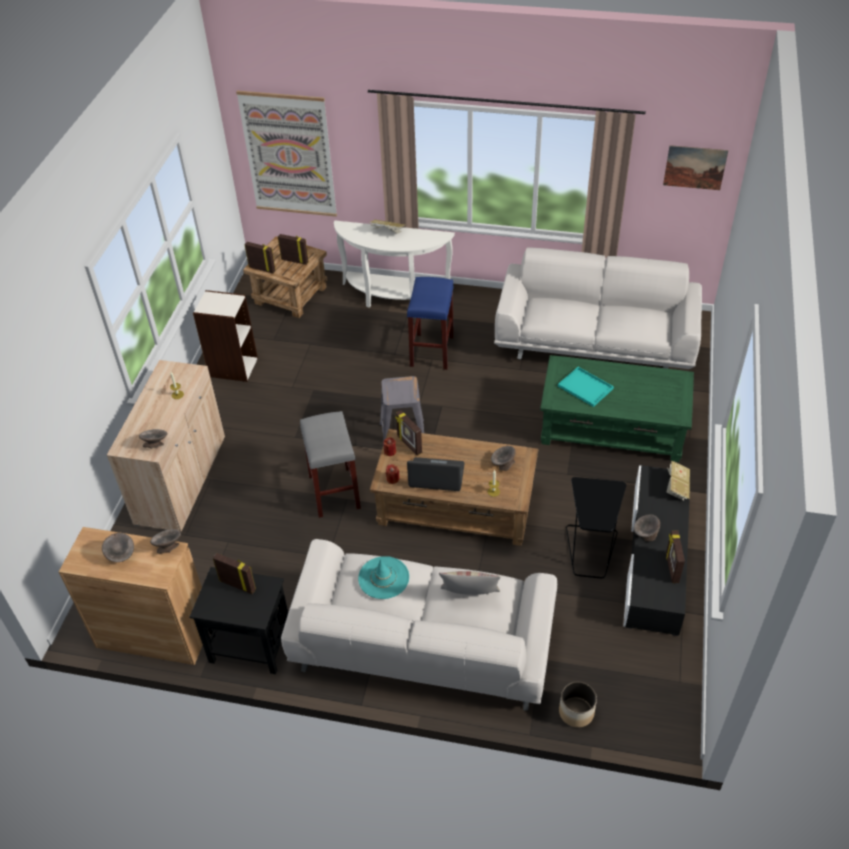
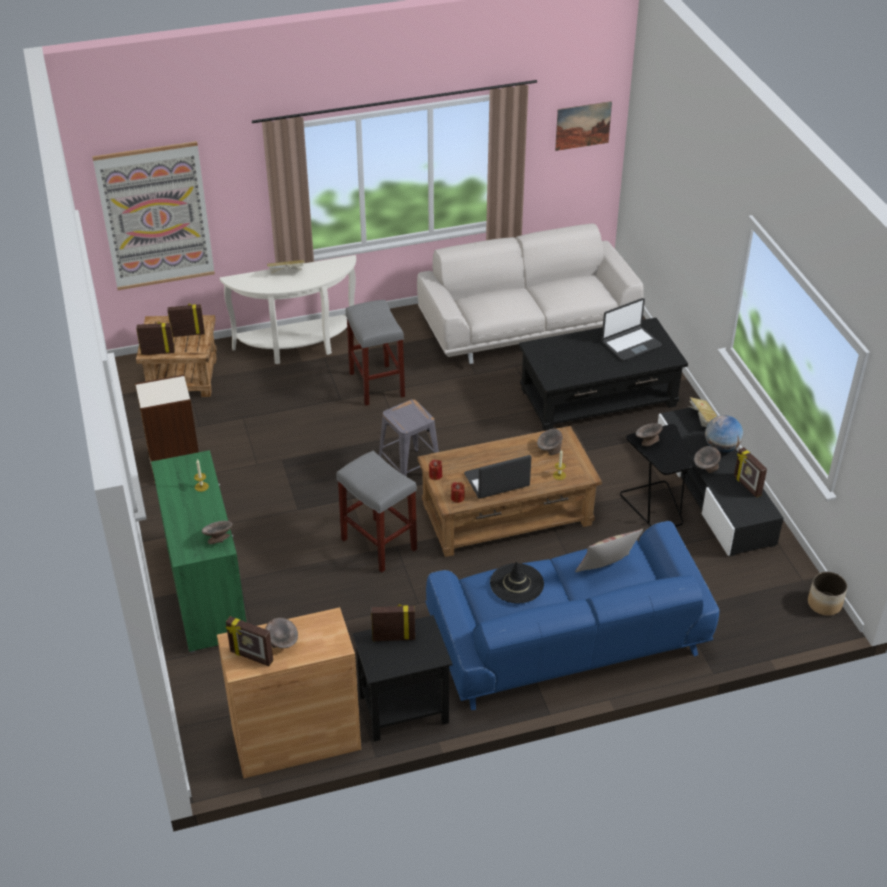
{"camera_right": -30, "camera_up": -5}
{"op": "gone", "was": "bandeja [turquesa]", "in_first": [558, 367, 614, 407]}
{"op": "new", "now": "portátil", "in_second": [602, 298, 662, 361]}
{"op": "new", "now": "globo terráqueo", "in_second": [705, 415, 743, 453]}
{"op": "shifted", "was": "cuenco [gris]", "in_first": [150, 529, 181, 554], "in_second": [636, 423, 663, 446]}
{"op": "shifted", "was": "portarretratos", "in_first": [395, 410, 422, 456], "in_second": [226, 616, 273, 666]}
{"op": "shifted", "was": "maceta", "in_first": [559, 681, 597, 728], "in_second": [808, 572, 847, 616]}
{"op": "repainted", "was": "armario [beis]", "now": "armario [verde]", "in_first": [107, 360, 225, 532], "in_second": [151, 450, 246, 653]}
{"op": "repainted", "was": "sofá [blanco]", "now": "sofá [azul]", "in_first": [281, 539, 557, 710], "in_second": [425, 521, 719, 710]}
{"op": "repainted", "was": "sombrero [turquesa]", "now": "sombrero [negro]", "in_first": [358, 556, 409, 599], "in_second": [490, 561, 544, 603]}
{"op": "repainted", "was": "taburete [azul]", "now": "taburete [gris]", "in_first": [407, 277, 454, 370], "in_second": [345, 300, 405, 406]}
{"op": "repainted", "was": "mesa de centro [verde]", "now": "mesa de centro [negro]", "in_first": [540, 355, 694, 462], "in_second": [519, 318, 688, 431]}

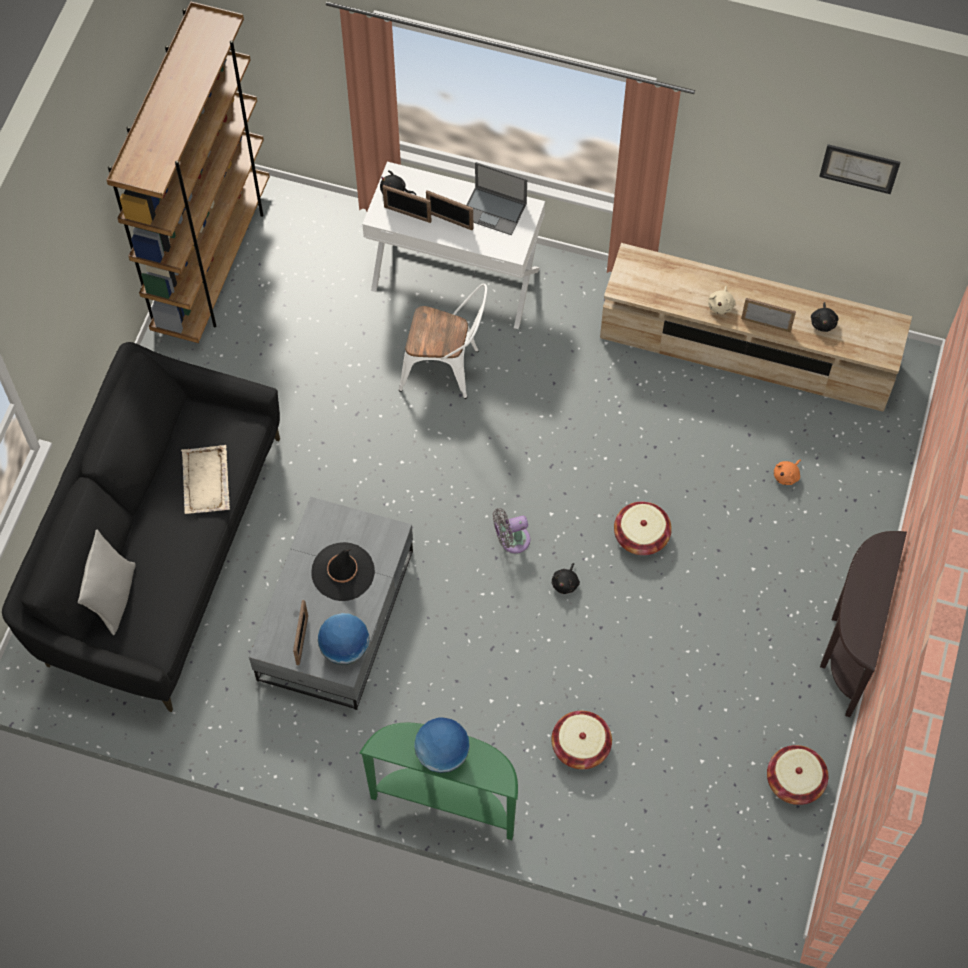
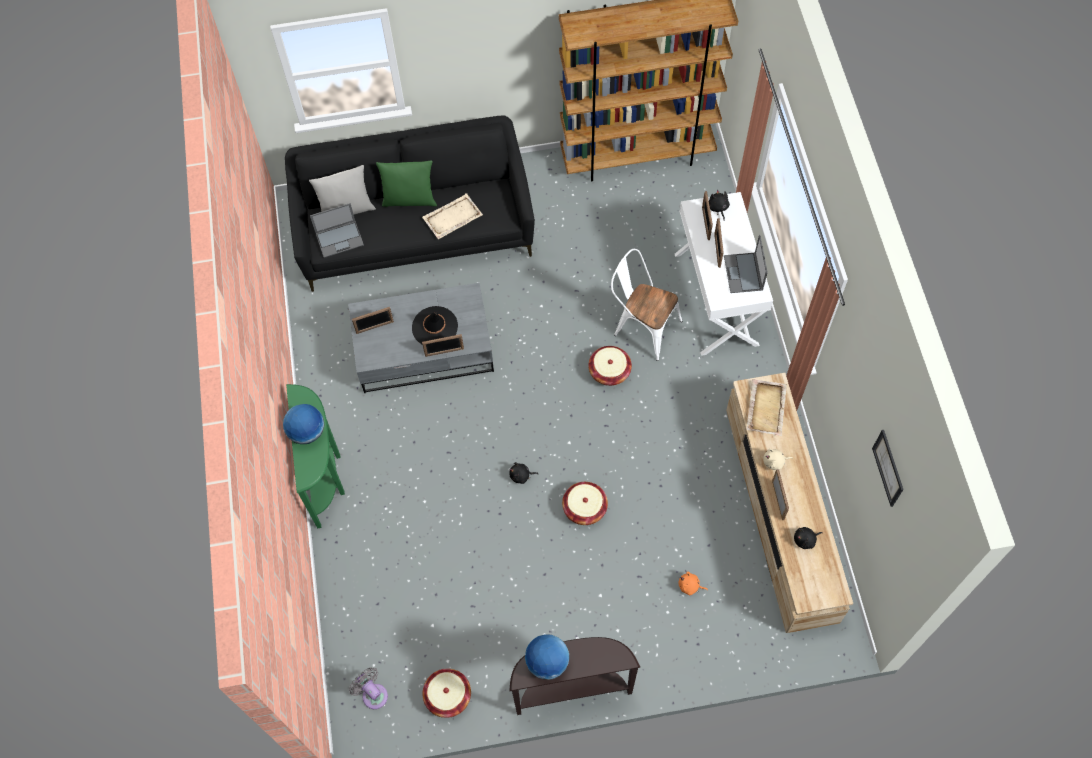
{"camera_right": 65, "camera_up": 0}
{"op": "new", "now": "portátil", "in_second": [310, 203, 364, 258]}
{"op": "new", "now": "cojín [verde]", "in_second": [376, 160, 437, 207]}
{"op": "new", "now": "portarretratos", "in_second": [422, 334, 464, 357]}
{"op": "new", "now": "bandeja [beis]", "in_second": [746, 379, 787, 436]}
{"op": "shifted", "was": "globo terráqueo", "in_first": [318, 613, 369, 665], "in_second": [525, 634, 569, 680]}
{"op": "shifted", "was": "ventilador [gris]", "in_first": [493, 508, 530, 553], "in_second": [349, 667, 388, 709]}
{"op": "shifted", "was": "cesta", "in_first": [551, 711, 612, 769], "in_second": [588, 346, 632, 386]}
{"op": "rotated", "was": "silla [blanco]", "in_first": [399, 283, 487, 399], "in_second": [611, 249, 682, 361], "clockwise": 135}

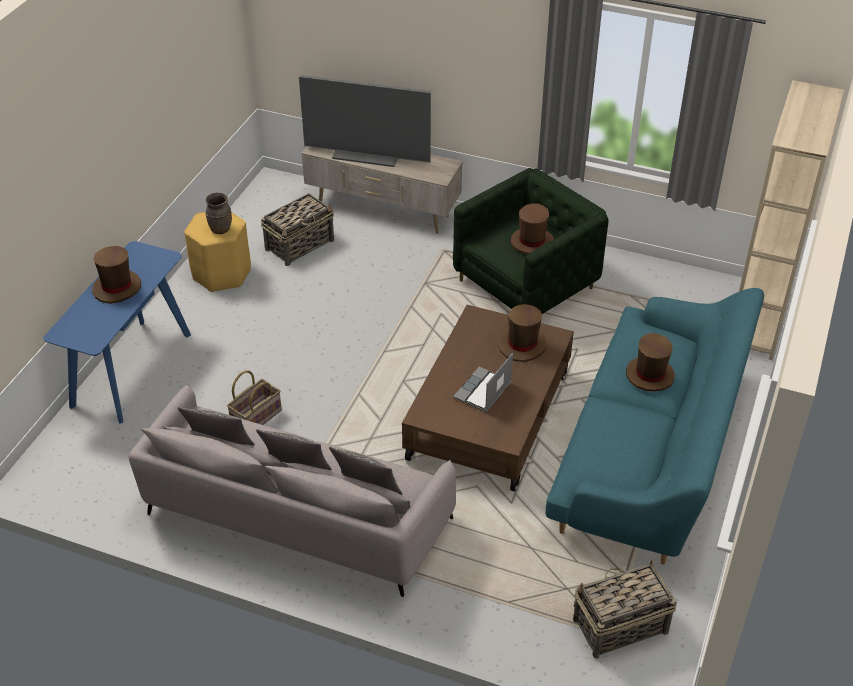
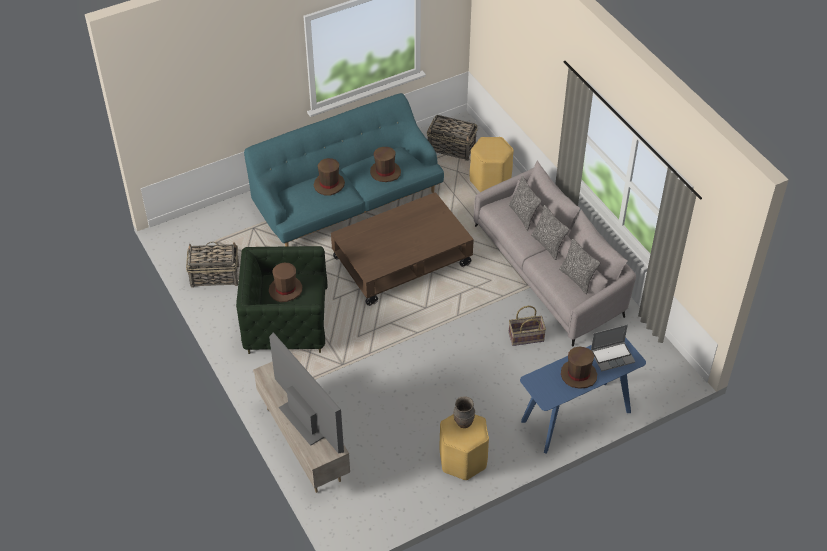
{"camera_right": -140, "camera_up": 5}
{"op": "gone", "was": "estantería [beis]", "in_first": [739, 80, 844, 360]}
{"op": "new", "now": "taburete [amarillo]", "in_second": [470, 137, 514, 192]}
{"op": "shifted", "was": "cesta", "in_first": [261, 193, 334, 266], "in_second": [186, 241, 239, 288]}
{"op": "shifted", "was": "portátil", "in_first": [453, 353, 513, 412], "in_second": [591, 325, 635, 371]}
{"op": "shifted", "was": "sombrero [marrón]", "in_first": [498, 304, 547, 362], "in_second": [370, 147, 401, 182]}

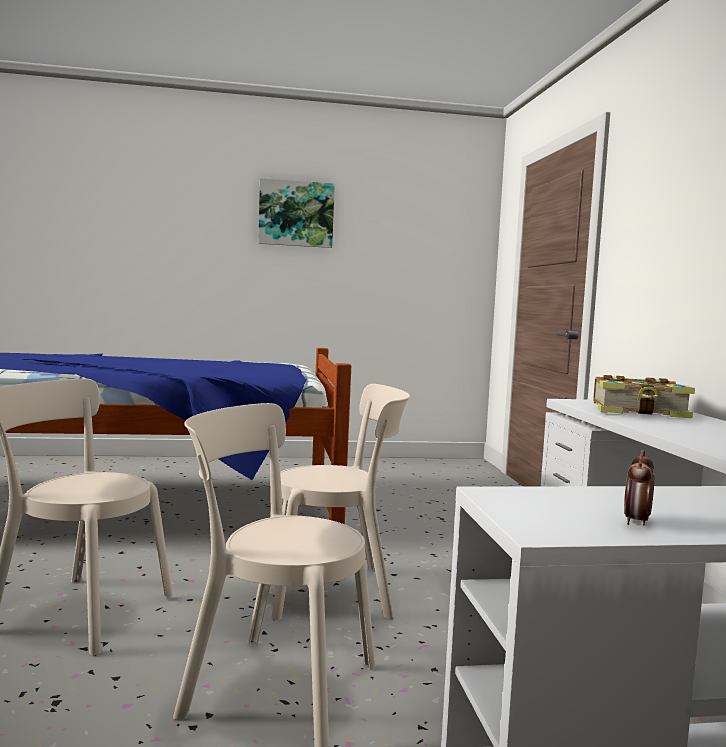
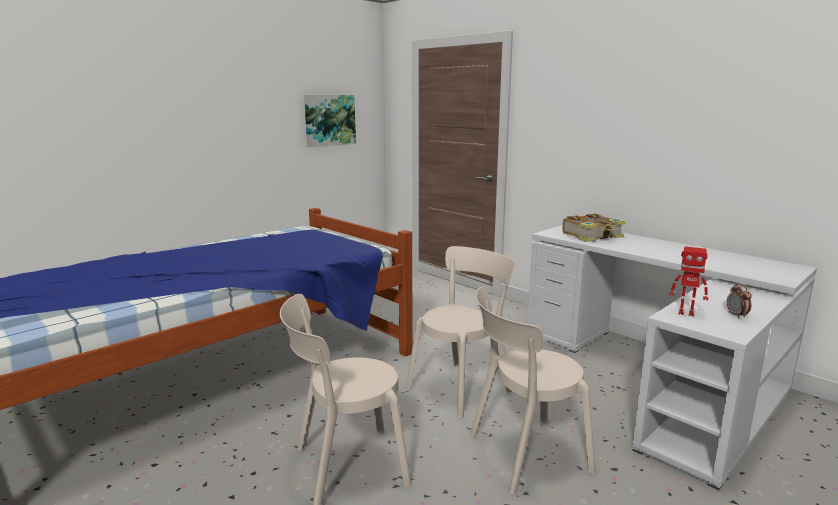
{"camera_right": -35, "camera_up": 10}
{"op": "new", "now": "robot de juguete", "in_second": [670, 246, 708, 317]}
{"op": "shifted", "was": "cuadro", "in_first": [258, 178, 335, 248], "in_second": [304, 95, 356, 147]}

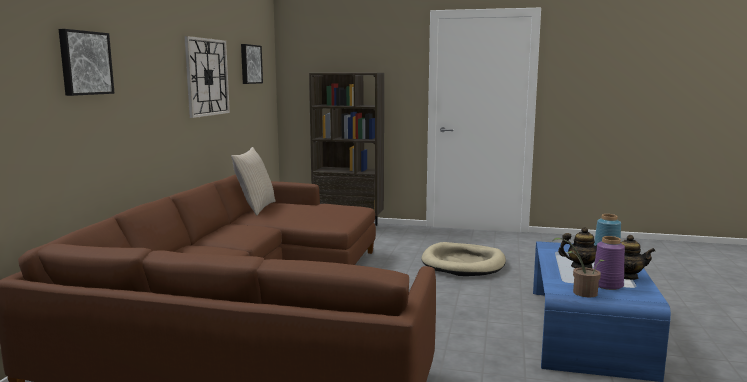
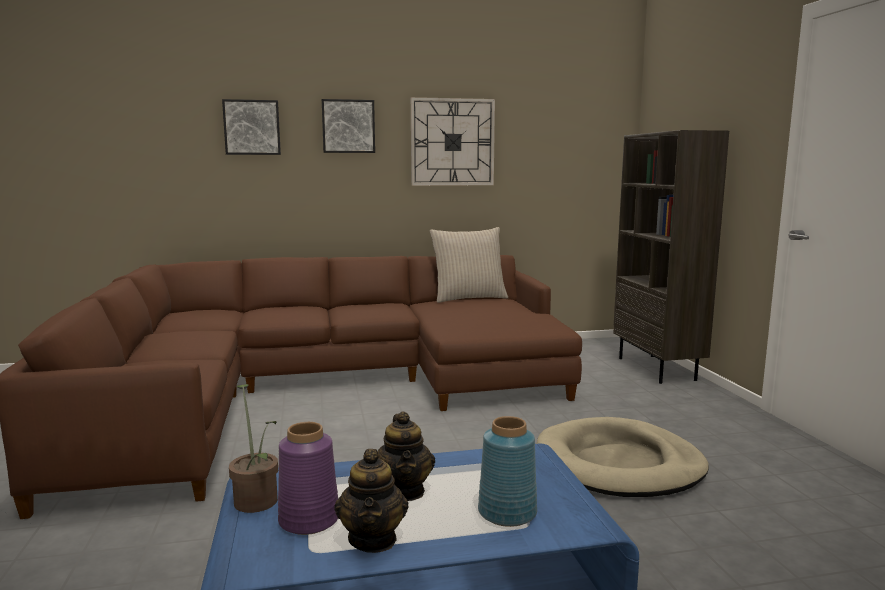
{"camera_right": 65, "camera_up": 0}
{"op": "shifted", "was": "cuadro", "in_first": [241, 44, 263, 84], "in_second": [322, 99, 375, 153]}

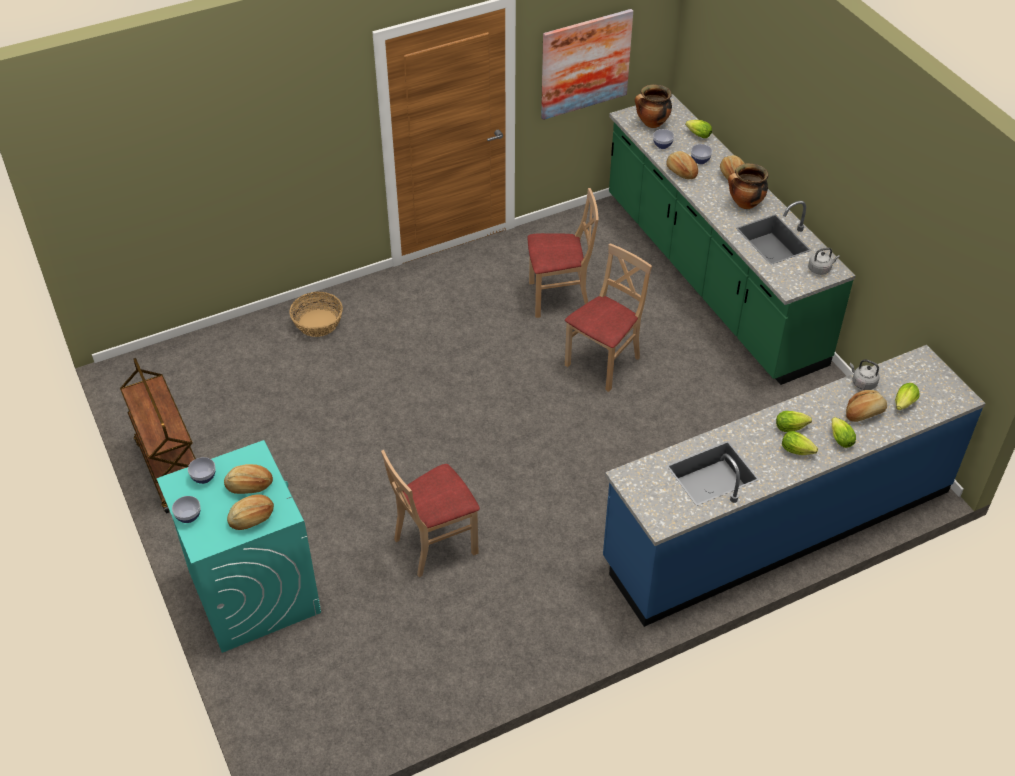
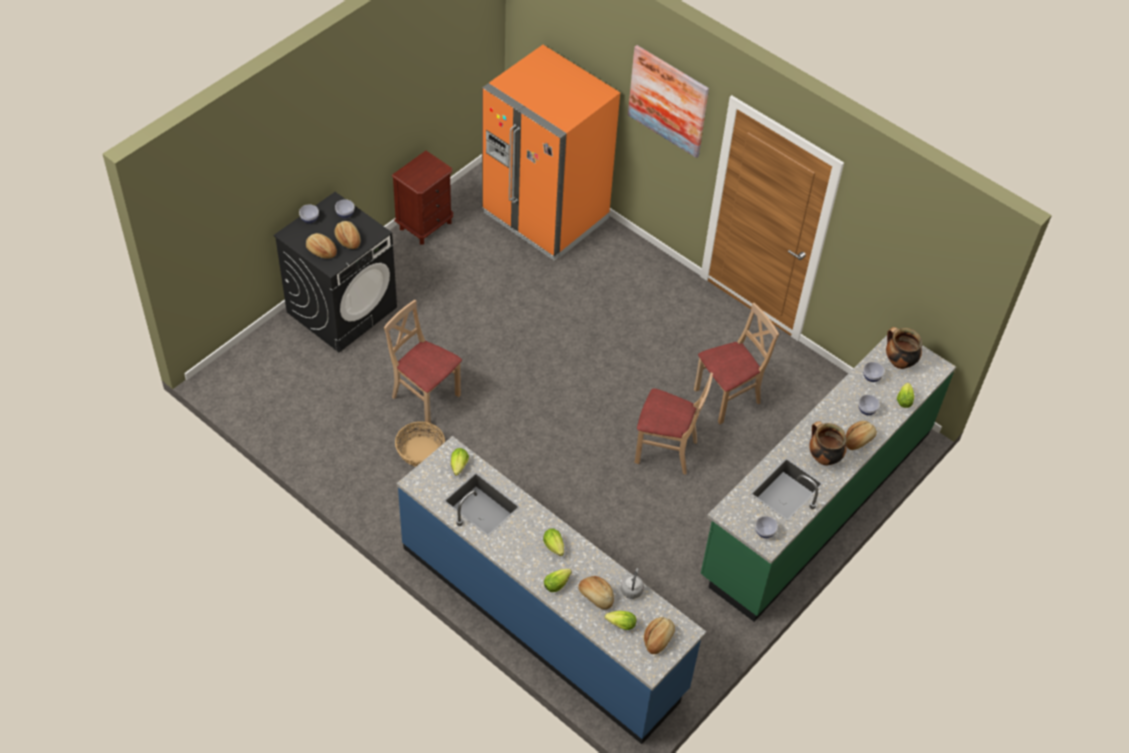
{"camera_right": 65, "camera_up": 5}
{"op": "new", "now": "nevera [naranja]", "in_second": [482, 45, 620, 261]}
{"op": "shifted", "was": "cesta", "in_first": [289, 292, 343, 337], "in_second": [395, 421, 445, 467]}
{"op": "shifted", "was": "cuadro", "in_first": [541, 9, 633, 120], "in_second": [628, 45, 709, 158]}
{"op": "shifted", "was": "pan", "in_first": [666, 151, 698, 179], "in_second": [644, 617, 675, 654]}
{"op": "shifted", "was": "lechuga", "in_first": [782, 431, 818, 455], "in_second": [451, 448, 469, 476]}
{"op": "swapped", "was": "carrito [marrón]", "now": "mesita de noche [marrón]", "in_first": [120, 358, 196, 514], "in_second": [392, 151, 453, 245]}
{"op": "swapped", "was": "hervidor [gris]", "now": "cuenco", "in_first": [808, 248, 840, 275], "in_second": [755, 516, 778, 538]}
{"op": "repainted", "was": "lavadora [turquesa]", "now": "lavadora [negro]", "in_first": [156, 440, 321, 653], "in_second": [273, 192, 397, 352]}
{"op": "rotated", "was": "silla [beis]", "in_first": [527, 188, 599, 318], "in_second": [694, 303, 779, 424], "clockwise": -90}

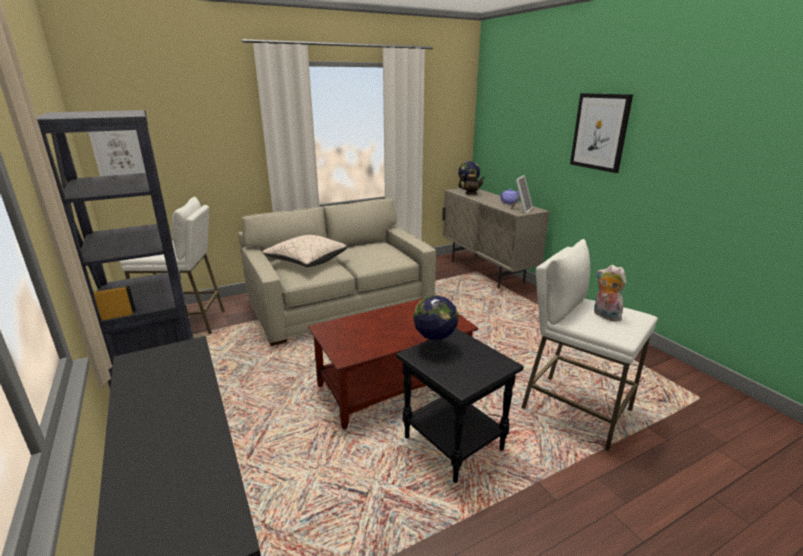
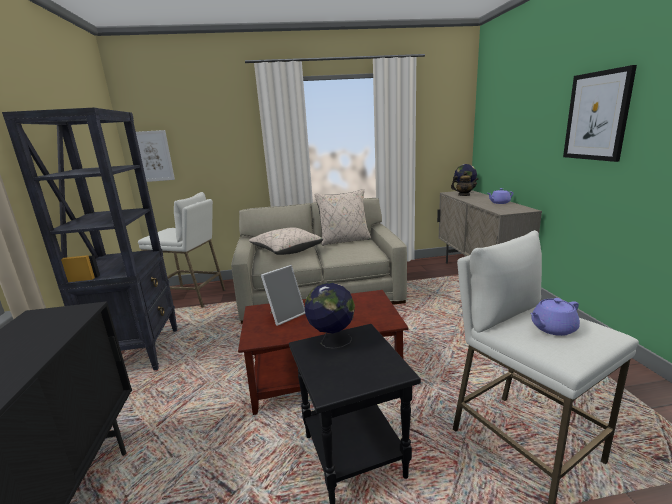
{"camera_right": 20, "camera_up": -5}
{"op": "new", "now": "cojín [beis]", "in_second": [314, 189, 371, 246]}
{"op": "shifted", "was": "portarretratos", "in_first": [510, 175, 533, 214], "in_second": [261, 265, 305, 326]}
{"op": "swapped", "was": "peluche", "now": "tetera [morado]", "in_first": [594, 265, 626, 321], "in_second": [531, 298, 580, 336]}

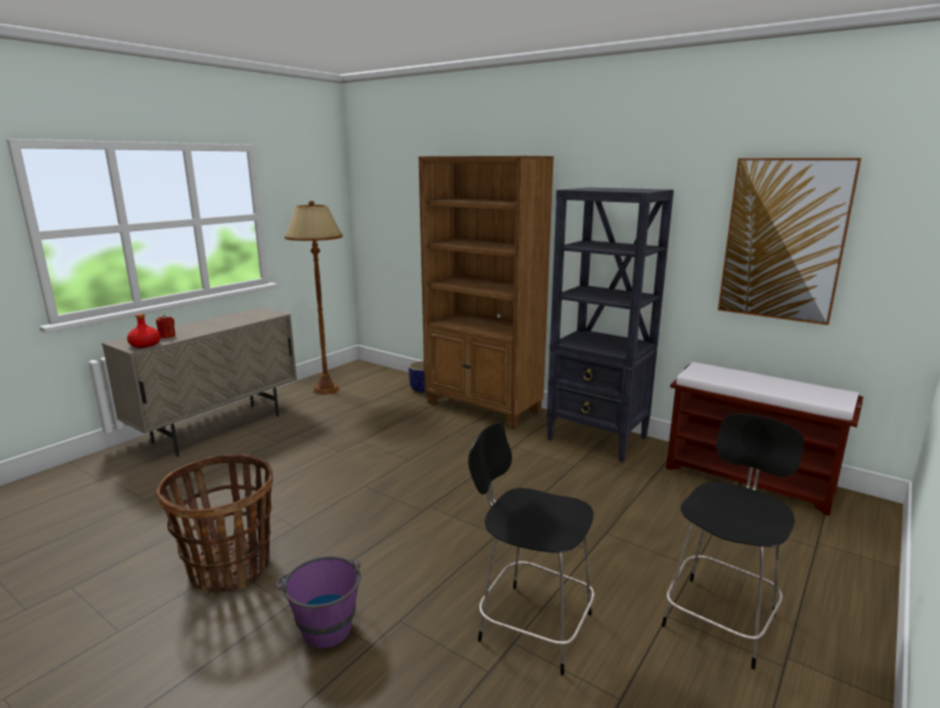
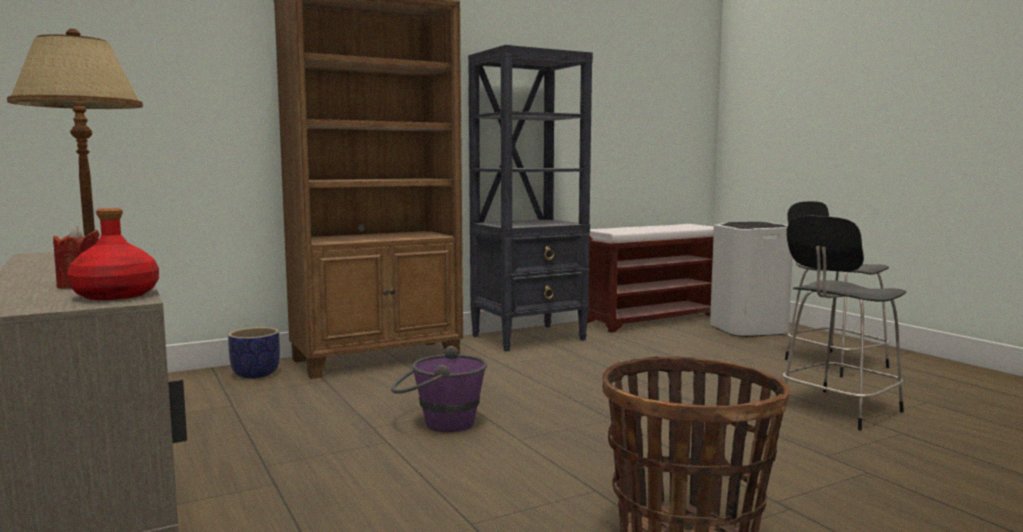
{"camera_right": -65, "camera_up": -10}
{"op": "gone", "was": "cuadro", "in_first": [718, 158, 861, 325]}
{"op": "new", "now": "papelera [blanco]", "in_second": [710, 222, 793, 337]}
{"op": "shifted", "was": "cubo [morado]", "in_first": [275, 556, 361, 648], "in_second": [391, 346, 487, 432]}

